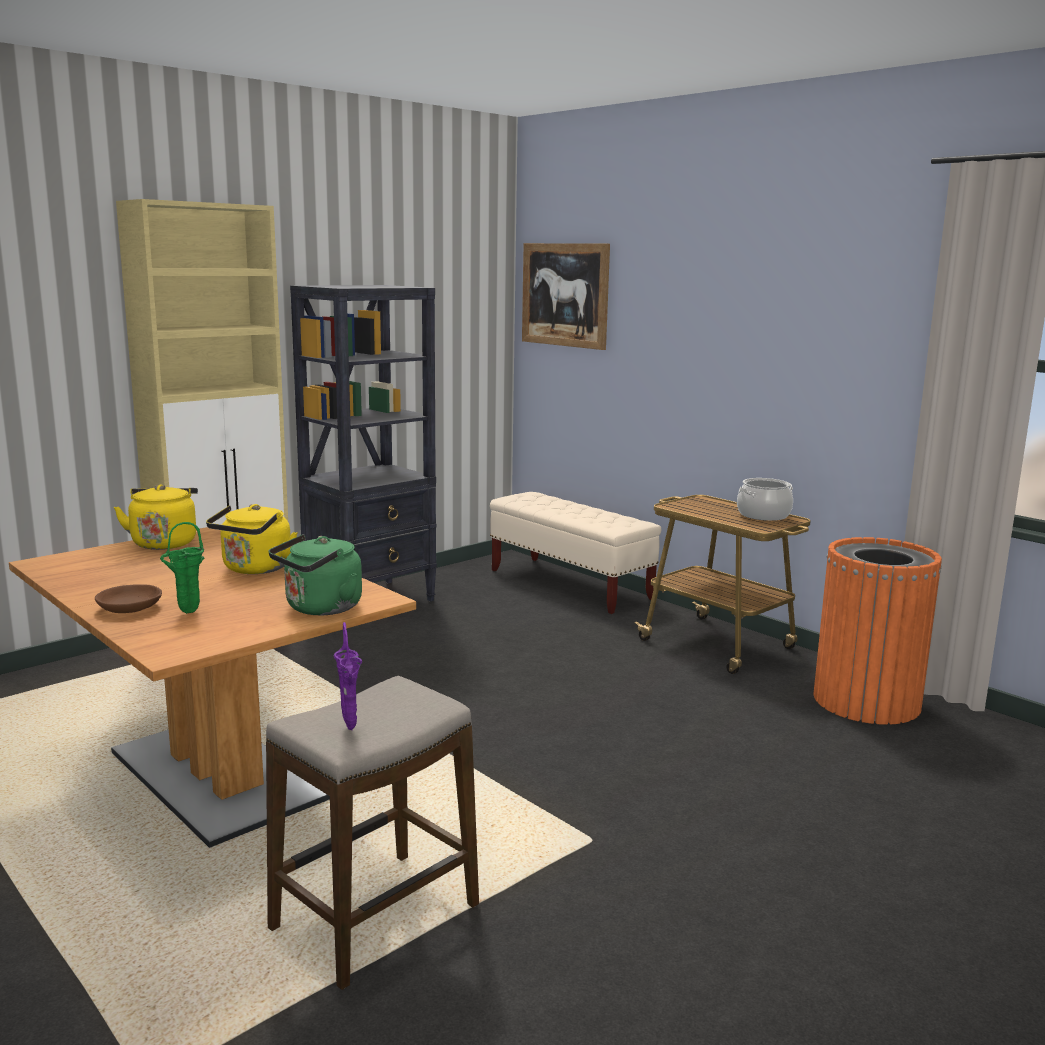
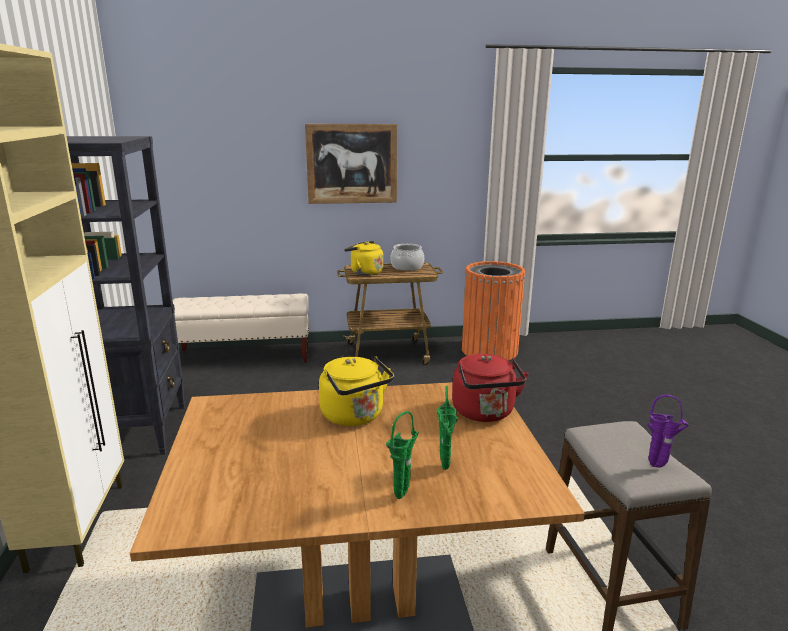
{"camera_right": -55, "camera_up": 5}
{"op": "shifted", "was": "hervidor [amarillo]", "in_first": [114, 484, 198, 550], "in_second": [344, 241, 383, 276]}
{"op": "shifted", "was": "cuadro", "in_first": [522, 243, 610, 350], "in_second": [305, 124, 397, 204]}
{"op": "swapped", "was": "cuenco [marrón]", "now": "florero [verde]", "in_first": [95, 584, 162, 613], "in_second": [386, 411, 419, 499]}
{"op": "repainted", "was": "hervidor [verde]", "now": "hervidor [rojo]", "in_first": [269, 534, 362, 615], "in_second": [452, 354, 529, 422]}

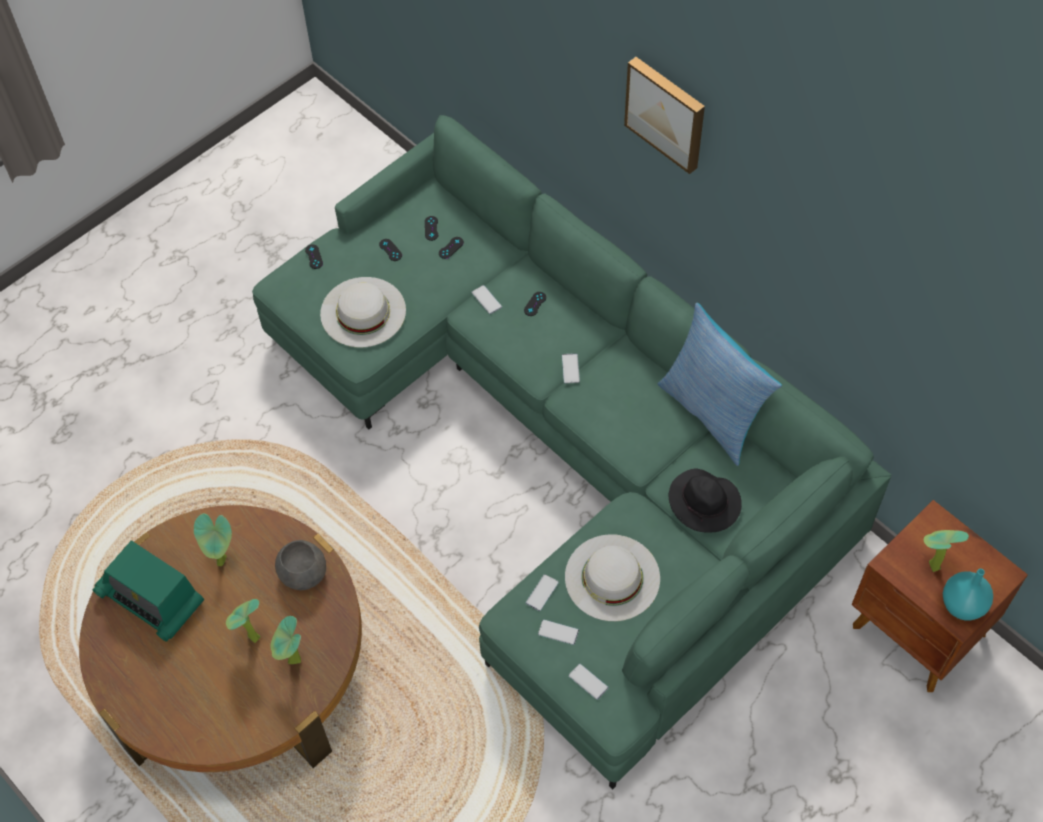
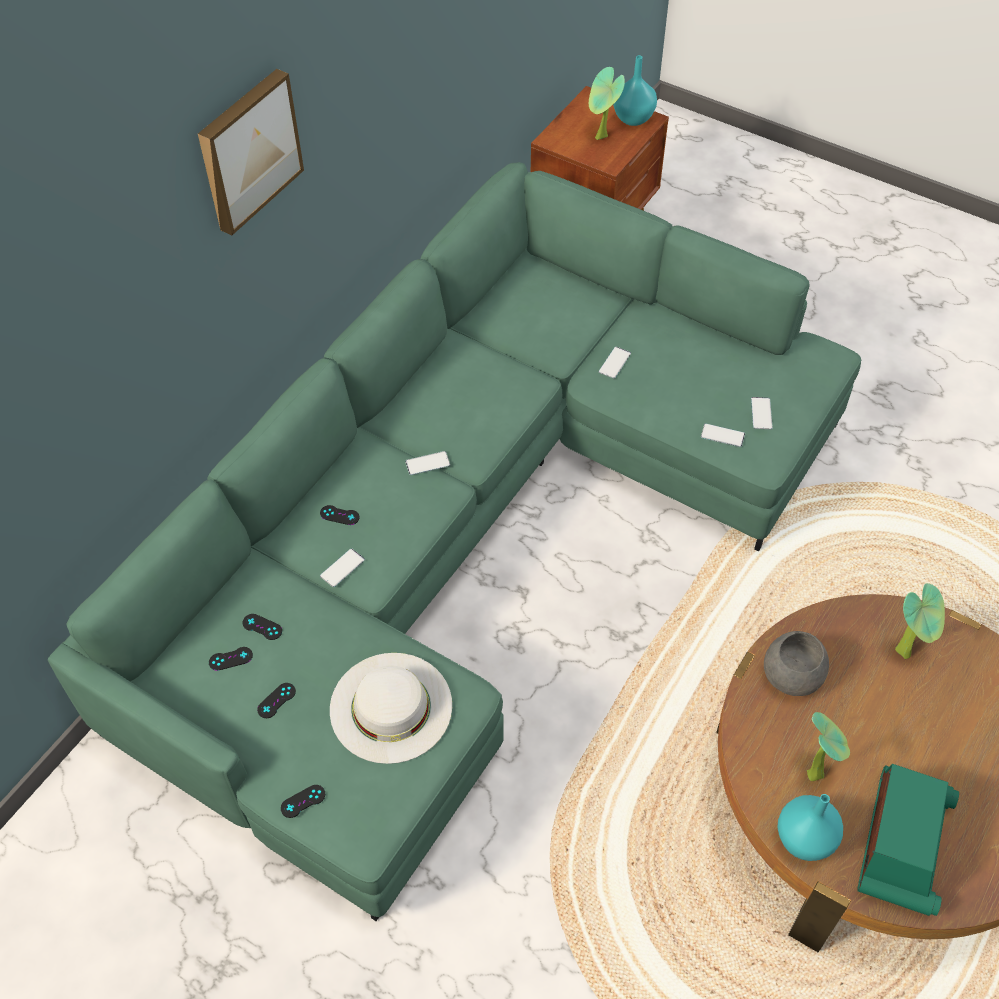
{"camera_right": -105, "camera_up": -5}
{"op": "gone", "was": "planta en maceta", "in_first": [226, 599, 261, 643]}
{"op": "gone", "was": "sombrero [blanco]", "in_first": [565, 534, 660, 621]}
{"op": "gone", "was": "cojín", "in_first": [658, 303, 782, 466]}
{"op": "gone", "was": "sombrero [negro]", "in_first": [668, 469, 742, 533]}
{"op": "new", "now": "florero [turquesa]", "in_second": [777, 794, 843, 861]}
{"op": "shifted", "was": "móvil", "in_first": [568, 664, 609, 700], "in_second": [599, 347, 631, 378]}

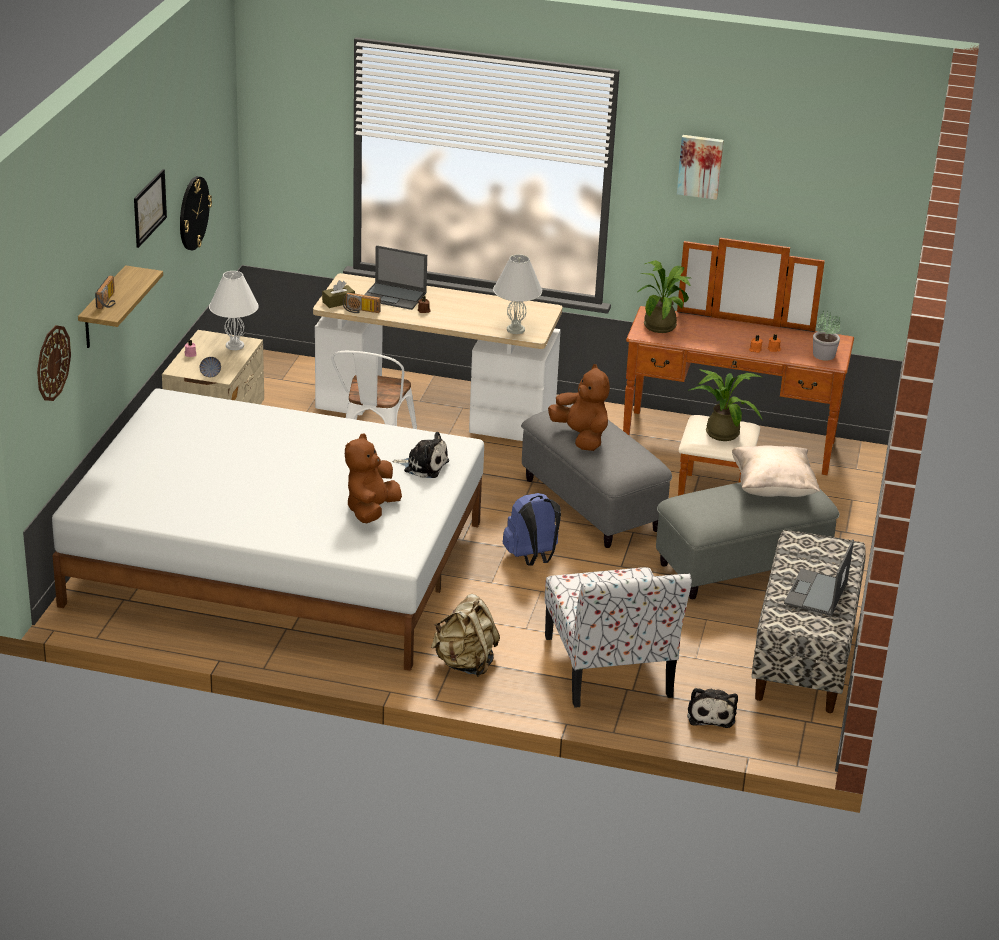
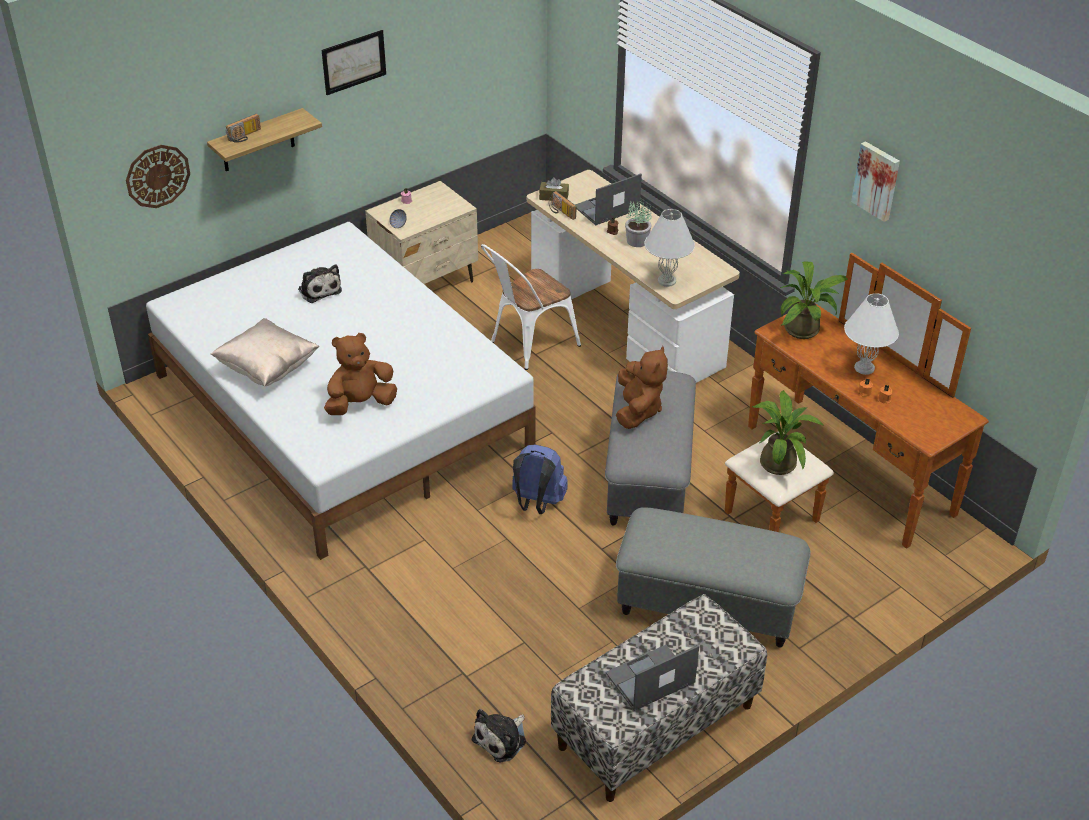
{"camera_right": 40, "camera_up": 10}
{"op": "gone", "was": "reloj de pared", "in_first": [180, 176, 212, 250]}
{"op": "gone", "was": "mochila [beis]", "in_first": [431, 594, 500, 677]}
{"op": "gone", "was": "silla", "in_first": [545, 567, 692, 708]}
{"op": "shifted", "was": "lámpara de mesa [blanco]", "in_first": [209, 271, 259, 350], "in_second": [844, 293, 899, 375]}
{"op": "shifted", "was": "peluche", "in_first": [392, 432, 449, 478], "in_second": [298, 264, 342, 303]}
{"op": "shifted", "was": "cojín [beis]", "in_first": [732, 445, 820, 497], "in_second": [211, 318, 319, 387]}
{"op": "shifted", "was": "planta en maceta", "in_first": [813, 310, 840, 361], "in_second": [625, 200, 652, 247]}
{"op": "rotated", "was": "portátil", "in_first": [364, 245, 427, 310], "in_second": [575, 173, 642, 225], "clockwise": 90}

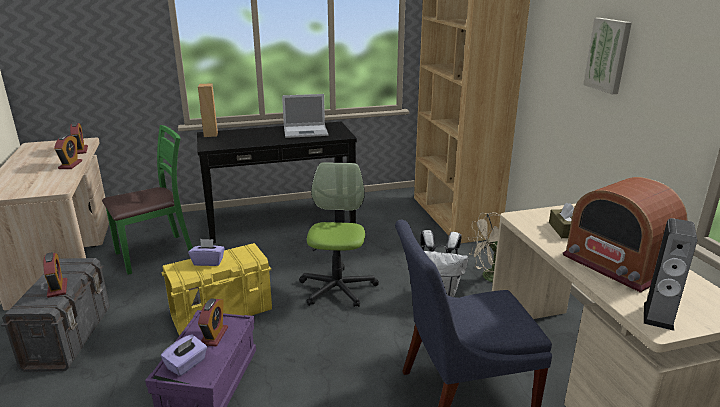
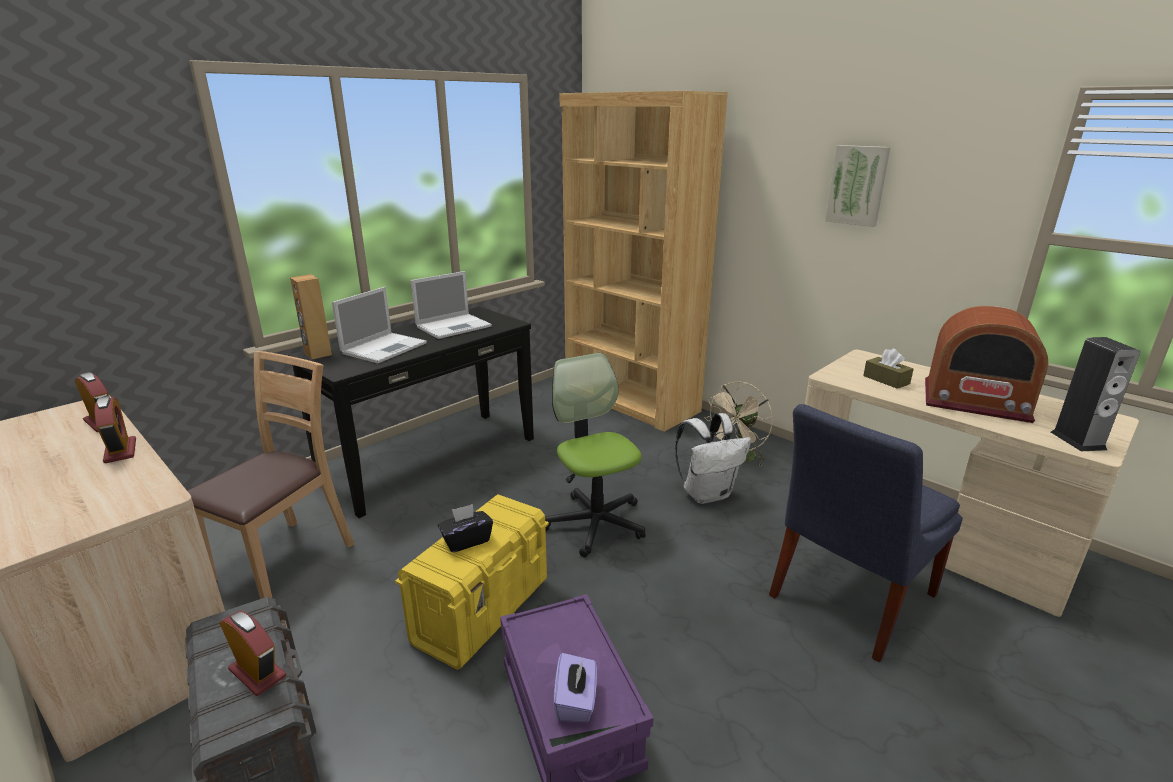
{"camera_right": -30, "camera_up": 0}
{"op": "gone", "was": "despertador", "in_first": [198, 298, 228, 347]}
{"op": "new", "now": "portátil", "in_second": [332, 287, 427, 363]}
{"op": "repainted", "was": "silla [verde]", "now": "silla [marrón]", "in_first": [102, 125, 193, 275], "in_second": [188, 351, 355, 599]}
{"op": "repainted", "was": "caja de pañuelos [morado]", "now": "caja de pañuelos [negro]", "in_first": [188, 239, 225, 266], "in_second": [438, 504, 493, 552]}

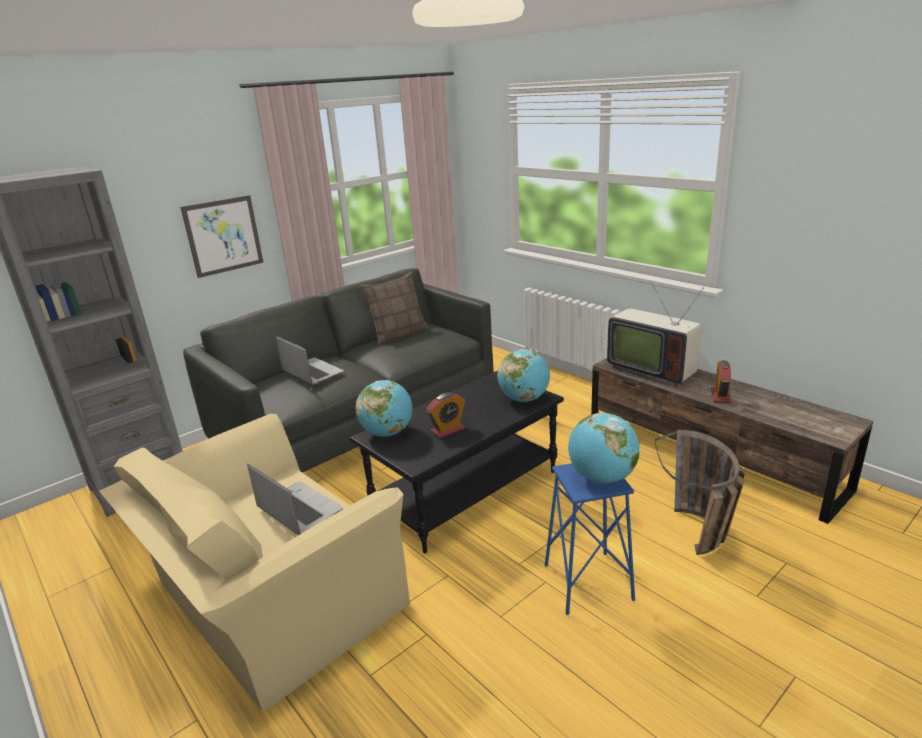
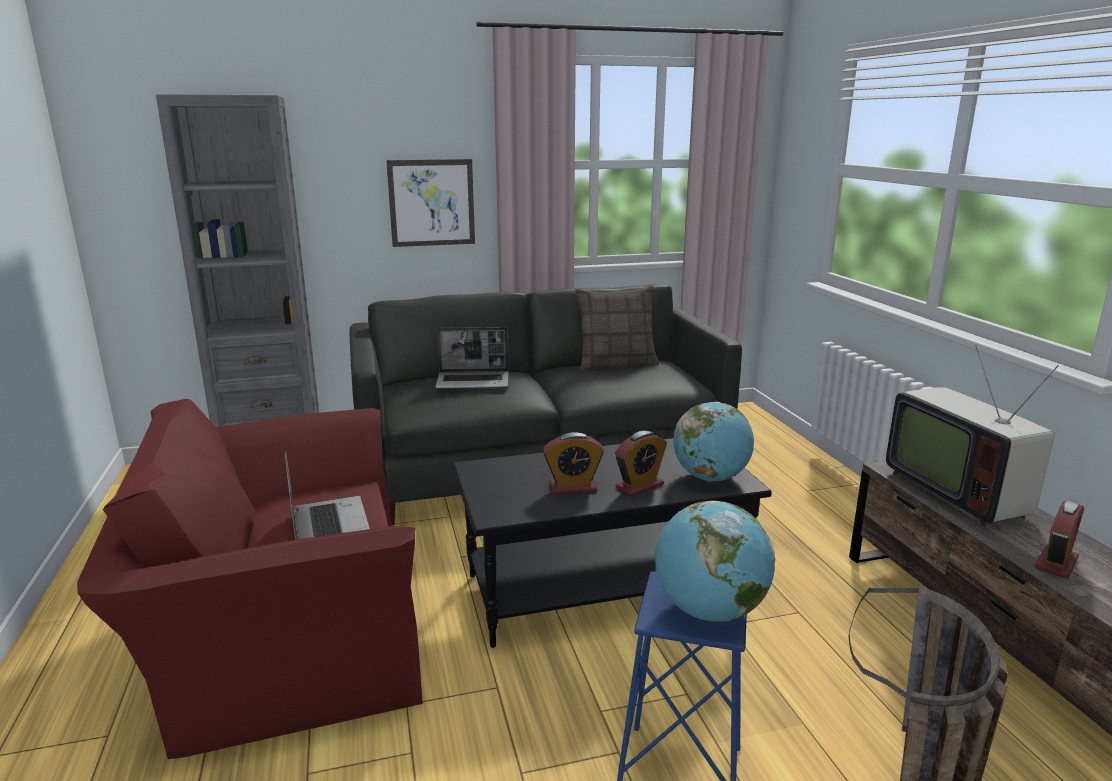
{"camera_right": 25, "camera_up": -5}
{"op": "gone", "was": "globo terráqueo", "in_first": [356, 380, 412, 437]}
{"op": "new", "now": "despertador", "in_second": [615, 431, 667, 496]}
{"op": "repainted", "was": "sillón [beis]", "now": "sillón [rojo]", "in_first": [99, 414, 410, 712], "in_second": [77, 399, 423, 759]}
{"op": "rotated", "was": "portátil", "in_first": [276, 336, 344, 386], "in_second": [435, 327, 509, 389], "clockwise": 105}

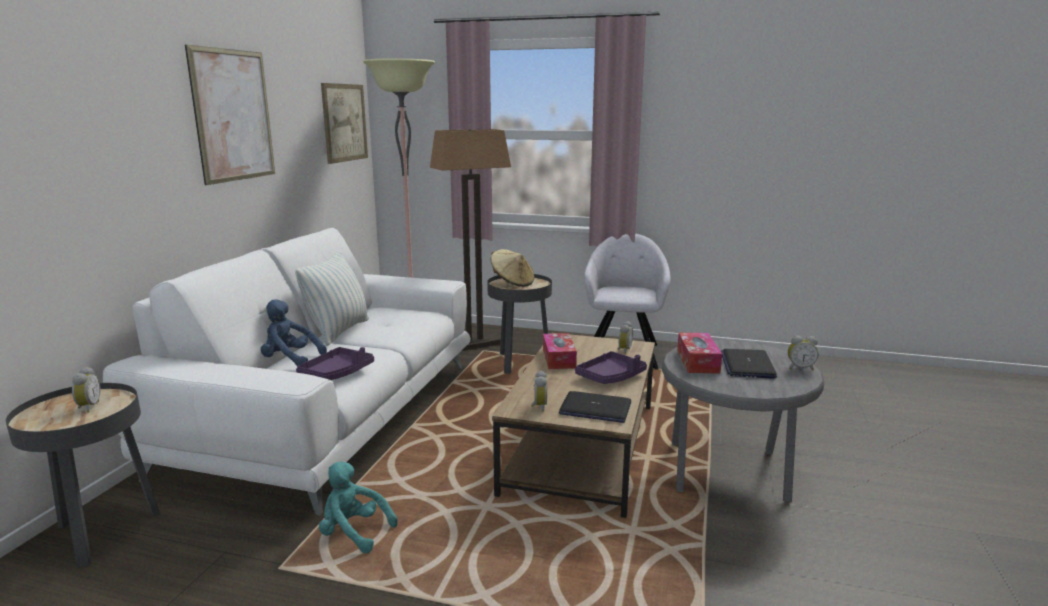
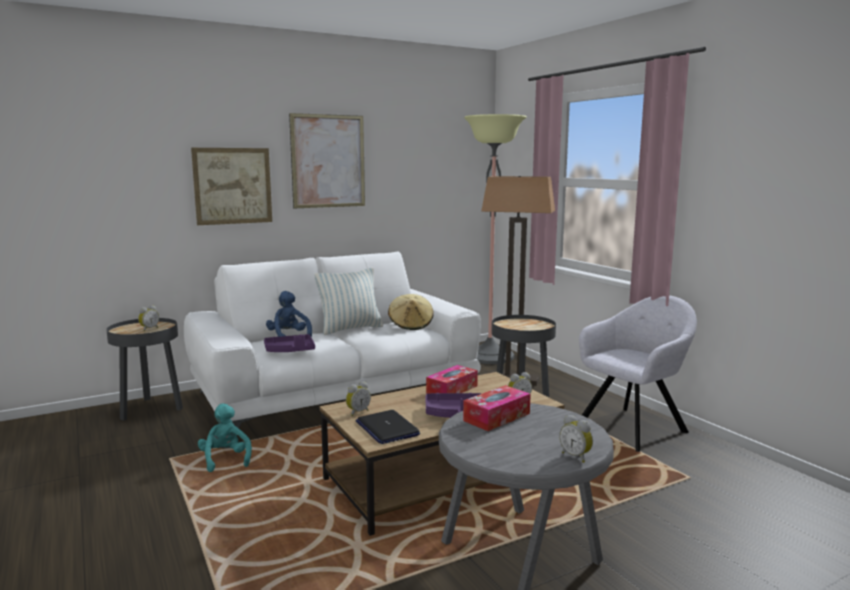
{"camera_right": 45, "camera_up": -5}
{"op": "gone", "was": "portátil", "in_first": [721, 349, 777, 379]}
{"op": "shifted", "was": "cuadro", "in_first": [321, 83, 368, 164], "in_second": [191, 148, 272, 225]}
{"op": "shifted", "was": "sombrero [beis]", "in_first": [491, 249, 535, 287], "in_second": [388, 294, 434, 330]}

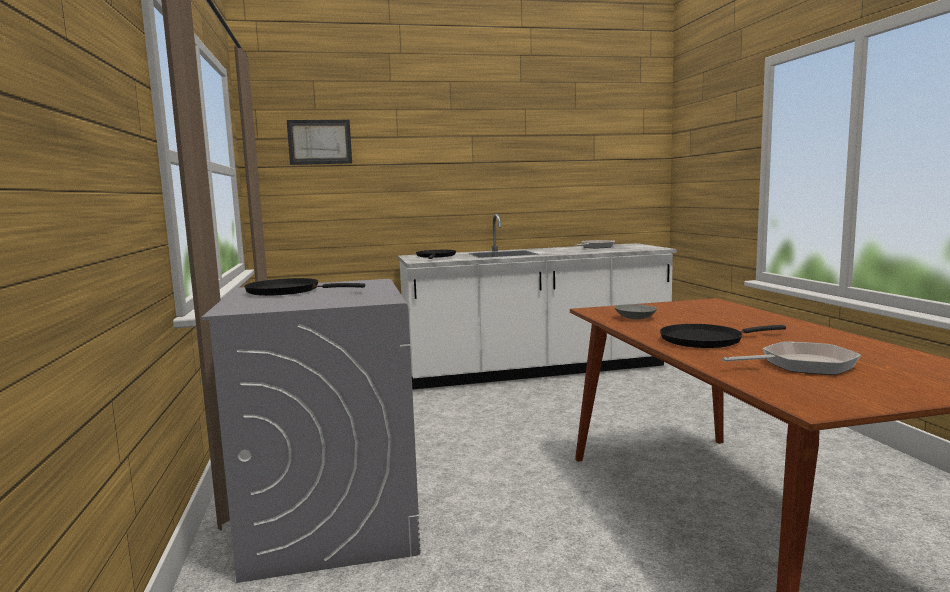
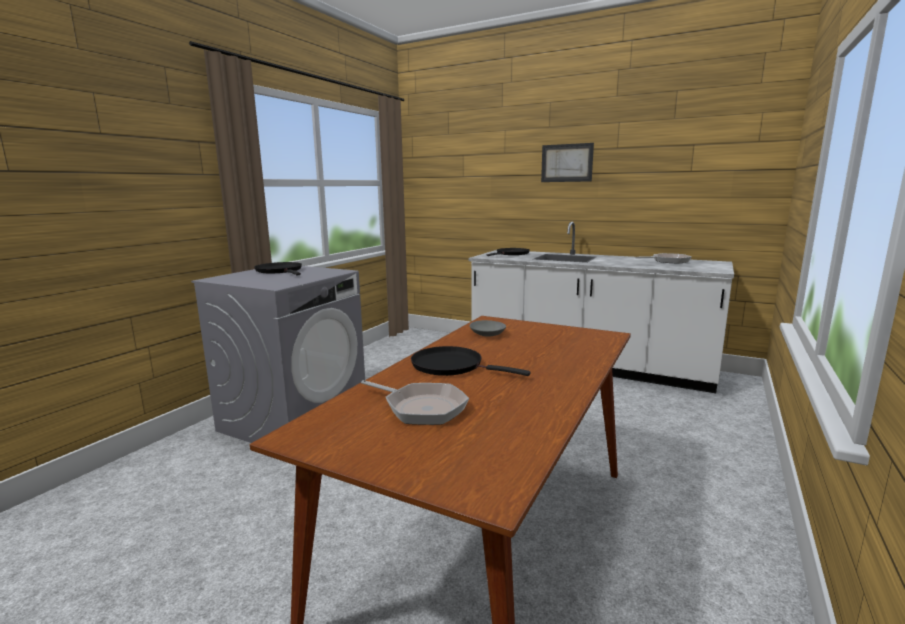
{"camera_right": 40, "camera_up": 5}
{"op": "shifted", "was": "cuadro", "in_first": [287, 120, 352, 165], "in_second": [541, 143, 594, 182]}

